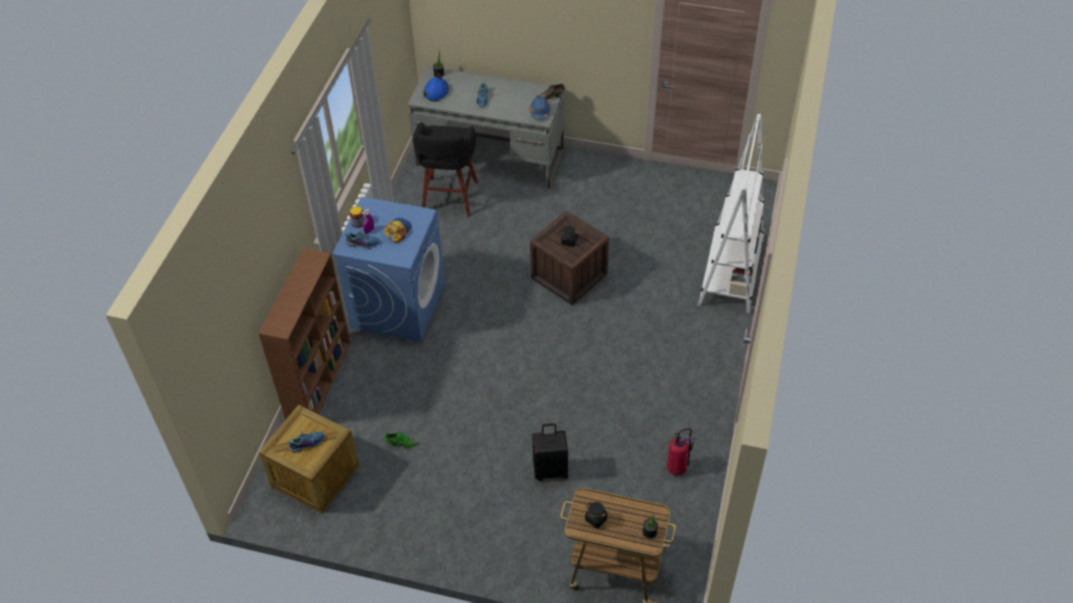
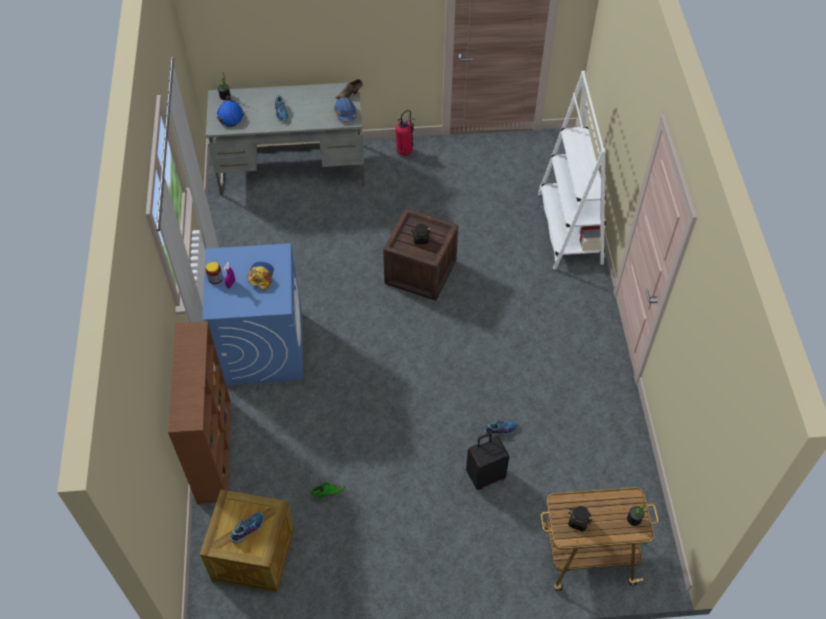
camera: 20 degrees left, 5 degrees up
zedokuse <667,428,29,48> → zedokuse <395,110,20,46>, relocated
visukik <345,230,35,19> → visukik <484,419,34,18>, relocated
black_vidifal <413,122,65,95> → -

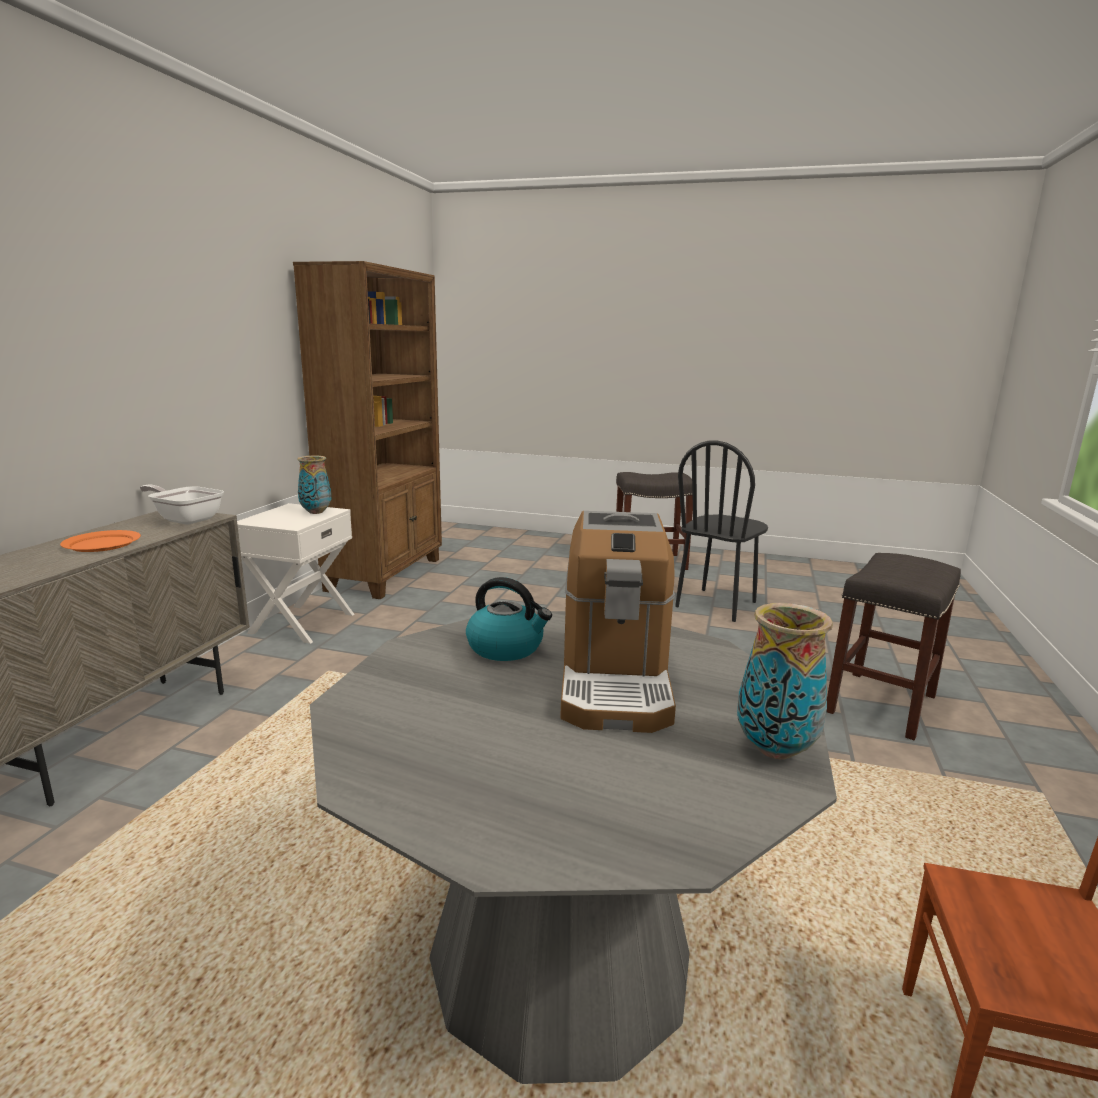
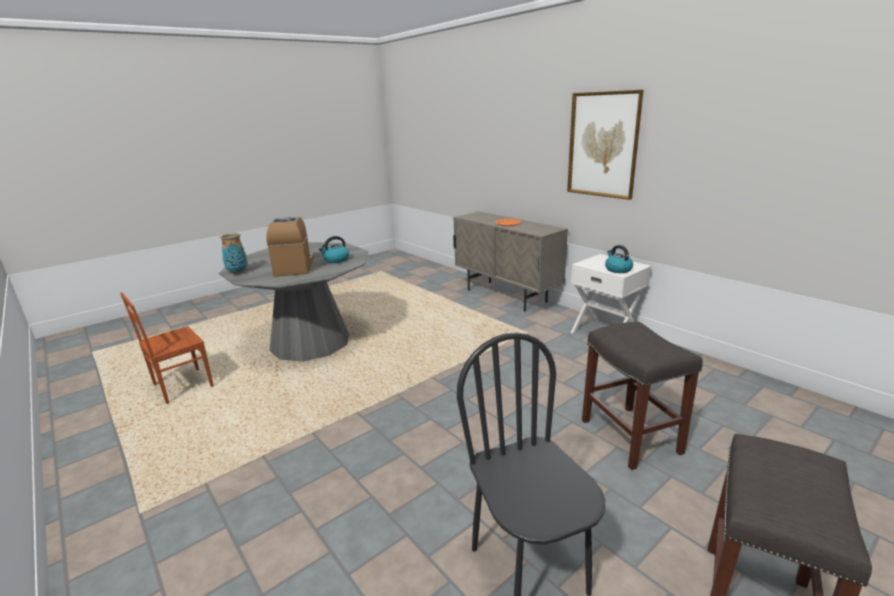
camera: 125 degrees right, 5 degrees up
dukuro <560,511,116,222> → dukuro <266,217,48,60>, 45 degrees clockwise
- → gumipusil <567,90,76,110>
grey_vidifal <826,553,135,187> → grey_vidifal <582,322,121,148>, relocated
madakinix <297,456,34,58> → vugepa <605,245,28,28>
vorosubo <140,484,84,40> → -
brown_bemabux <293,261,149,338> → -

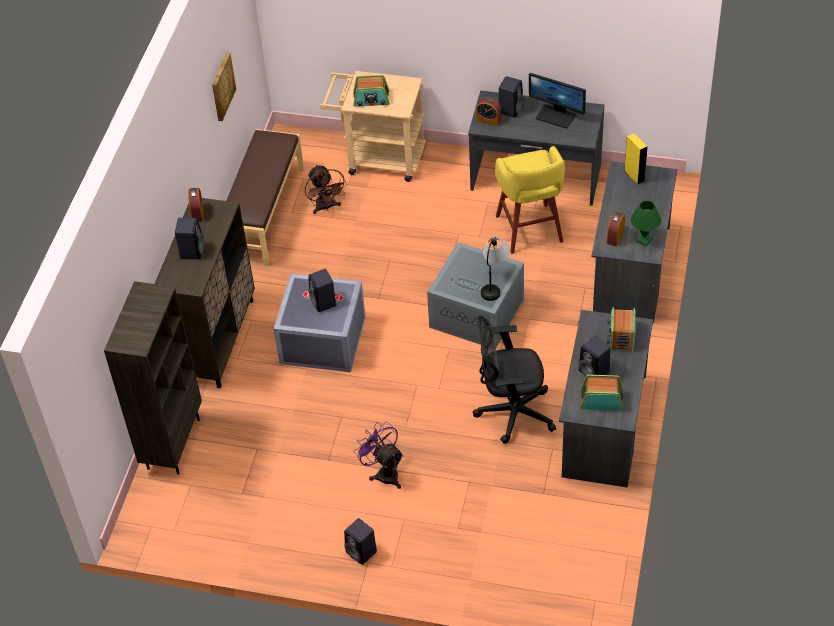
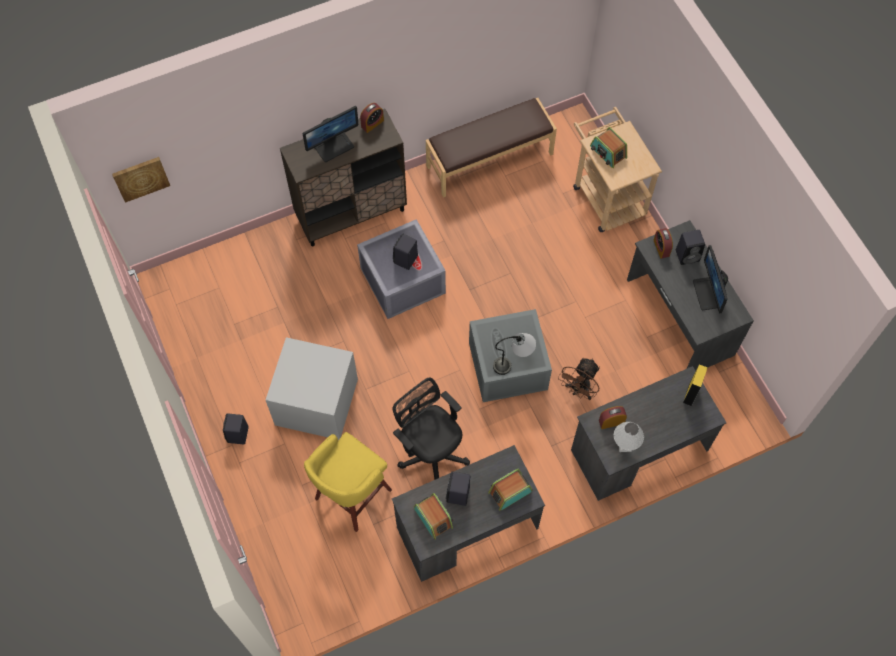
camera: 50 degrees right, 15 degrees up
gumipusil <212,52,24,69> → gumipusil <112,157,58,46>, relocated
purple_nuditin <354,422,50,67> → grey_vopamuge <266,337,92,103>
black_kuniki <175,218,29,42> → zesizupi <303,106,55,56>
yellow_vidifal <495,146,70,108> → yellow_vidifal <304,432,88,100>, relocated
brown_nuditin <305,164,42,50> → brown_nuditin <558,358,42,42>, relocated
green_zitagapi <631,201,30,46> → white_zitagapi <614,422,30,30>
brown_bemabux <104,281,98,193> → -

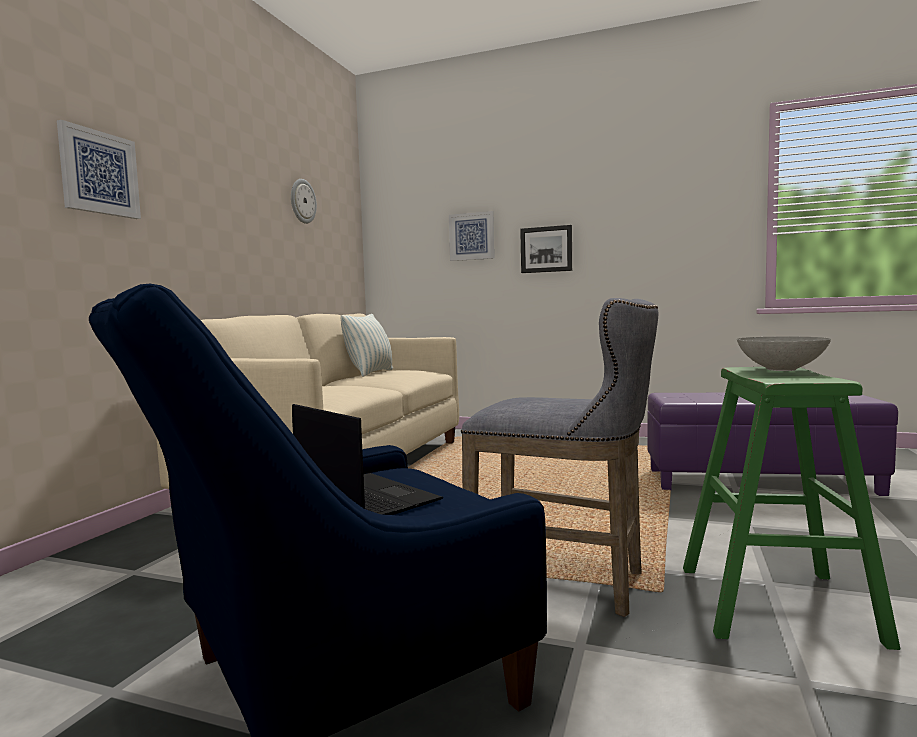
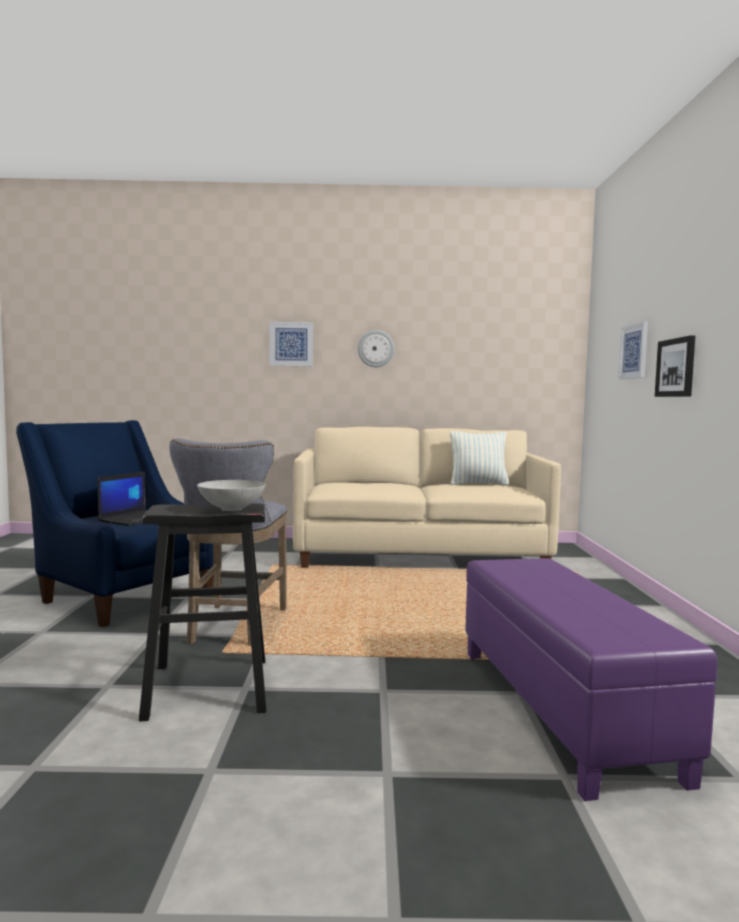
camera: 70 degrees right, 0 degrees up
green_vidifal <683,367,217,283> → black_vidifal <139,503,127,219>
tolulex <291,179,26,45> → tolulex <358,330,37,37>, relocated

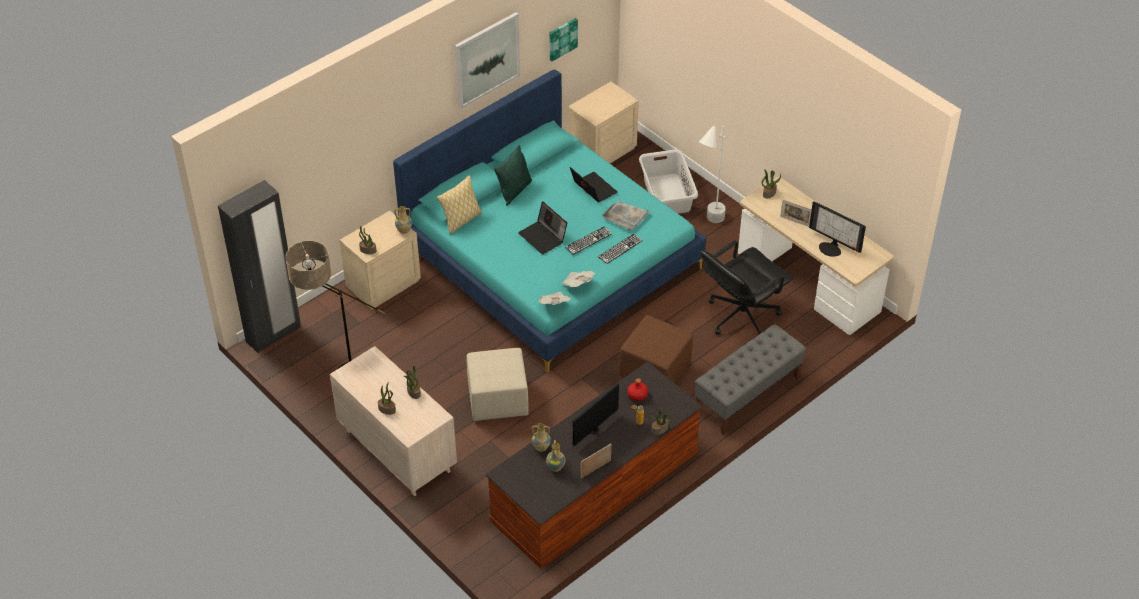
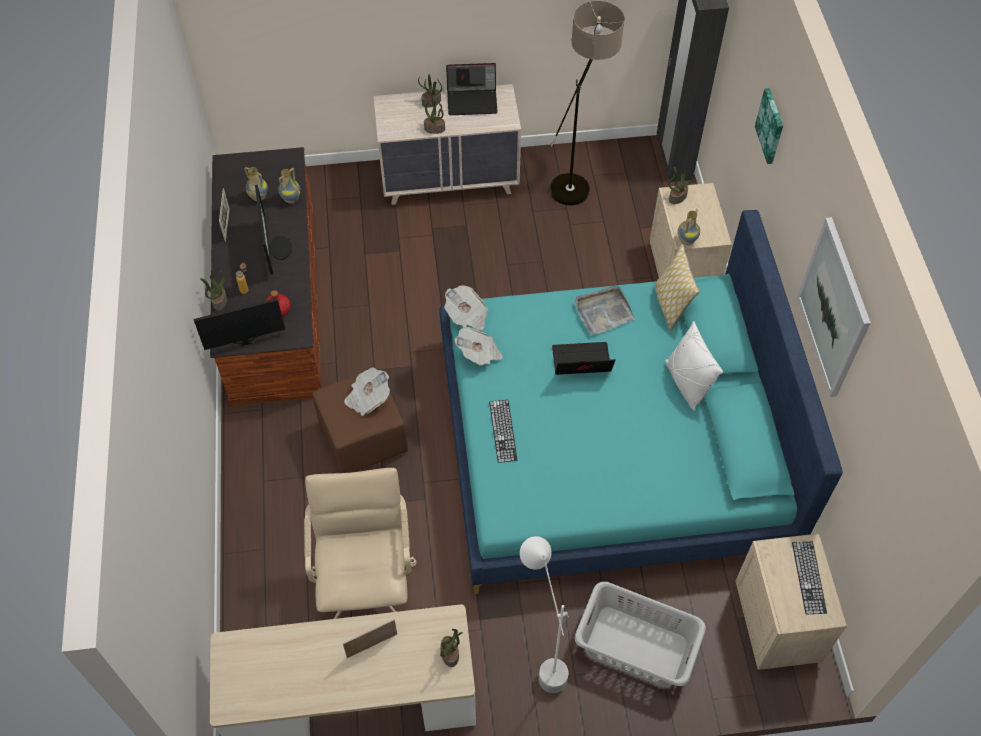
camera: 125 degrees right, 10 degrees up
zesizupi <809,201,57,56> → zesizupi <194,298,91,52>, relocated
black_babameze <701,241,92,94> → beige_babameze <304,468,113,151>
- → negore <344,367,46,49>
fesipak <570,167,47,35> → fesipak <446,63,52,52>, relocated
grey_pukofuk <602,201,48,29> → grey_pukofuk <574,286,61,49>, relocated
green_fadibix <494,145,38,61> → white_fadibix <665,322,58,89>
gumipusil <549,18,29,43> → gumipusil <755,88,28,76>, relocated
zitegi <565,227,47,28> → zitegi <792,542,35,72>, relocated
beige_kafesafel <466,348,63,73> → -
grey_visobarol <695,324,111,111> → -

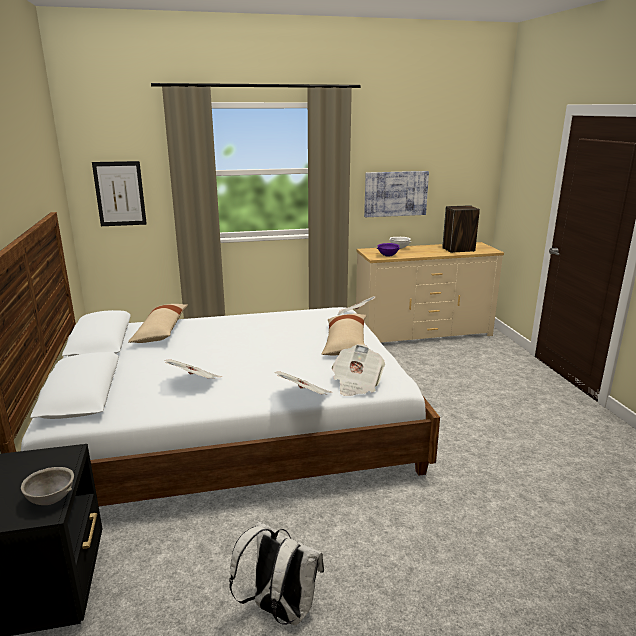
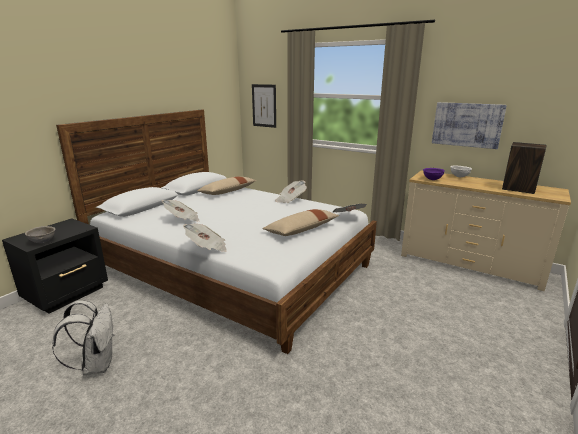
camera: 45 degrees right, 0 degrees up
negore <332,344,53,52> → negore <275,180,32,23>, relocated

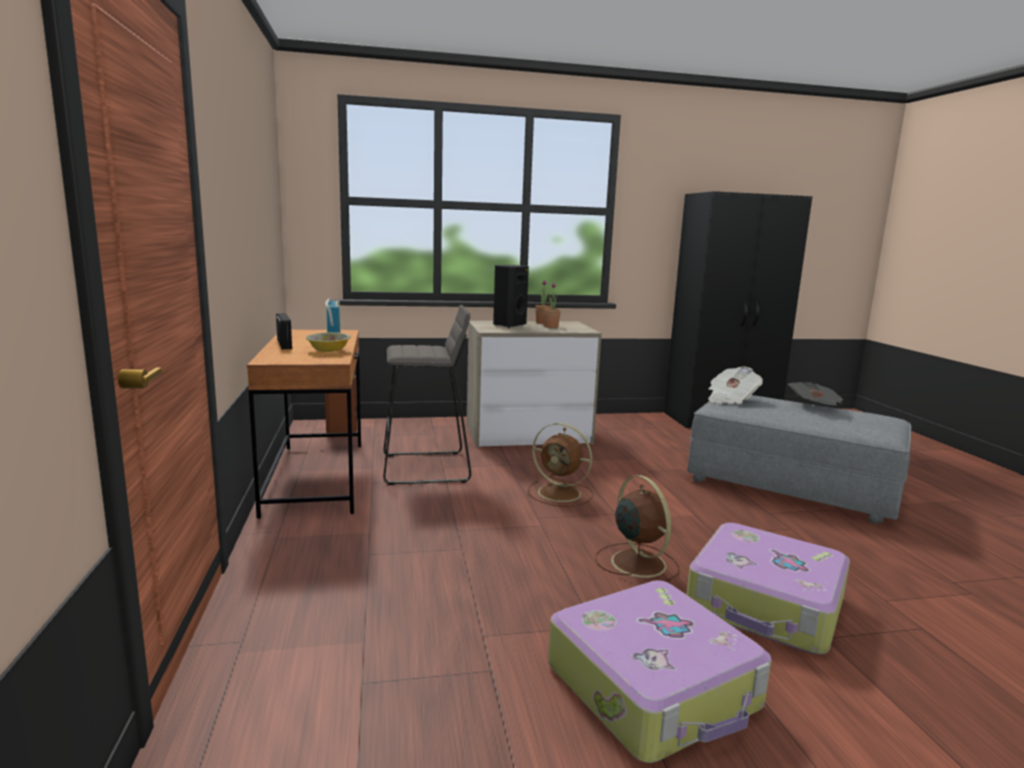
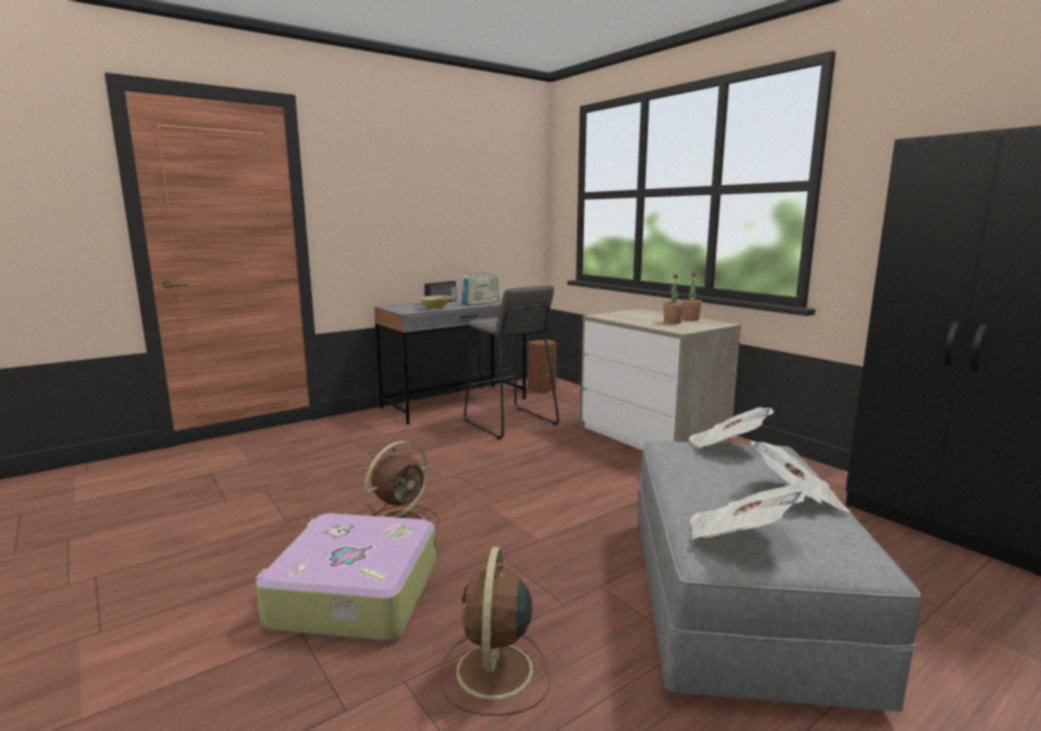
camera: 65 degrees right, 0 degrees up
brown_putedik <247,330,114,189> → grey_putedik <374,298,152,127>
brown_nuditin <528,423,65,84> → brown_nuditin <440,547,110,169>, relocated
- → negore <690,485,116,54>
black_kuniki <493,265,36,63> → -
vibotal <548,580,224,183> → -

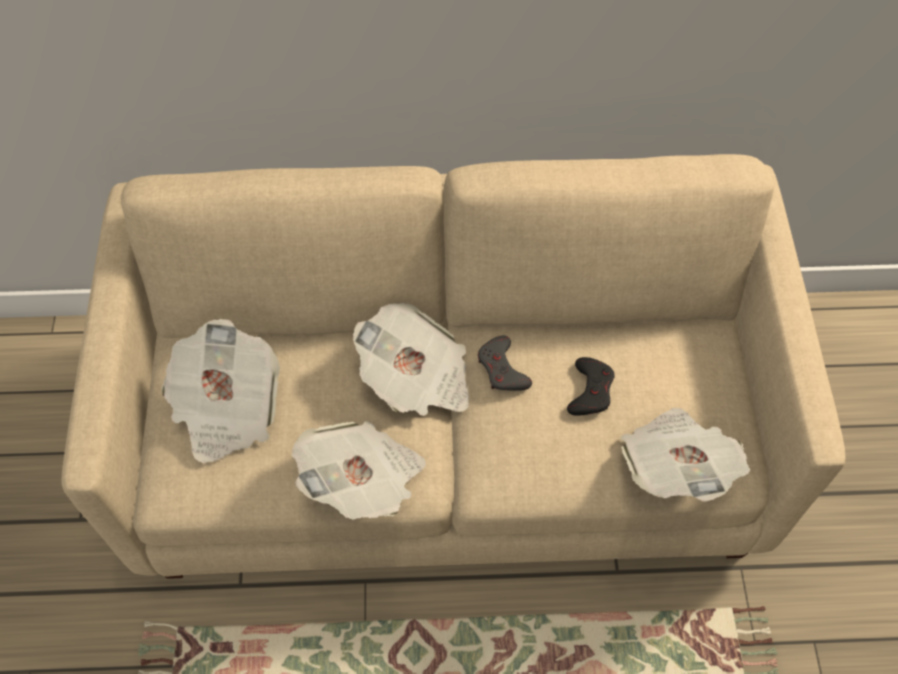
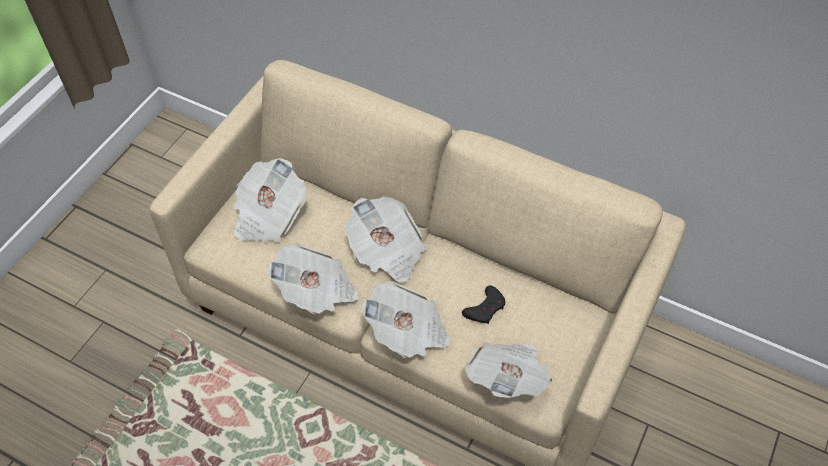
camera: 30 degrees right, 5 degrees down
- → negore <361,281,90,77>
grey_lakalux <478,336,54,55> → -

